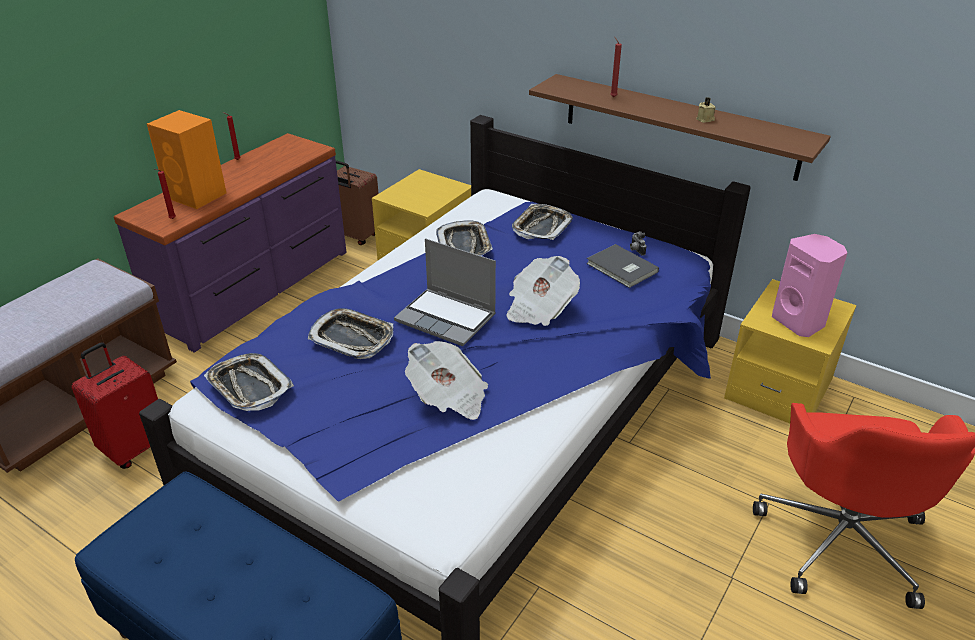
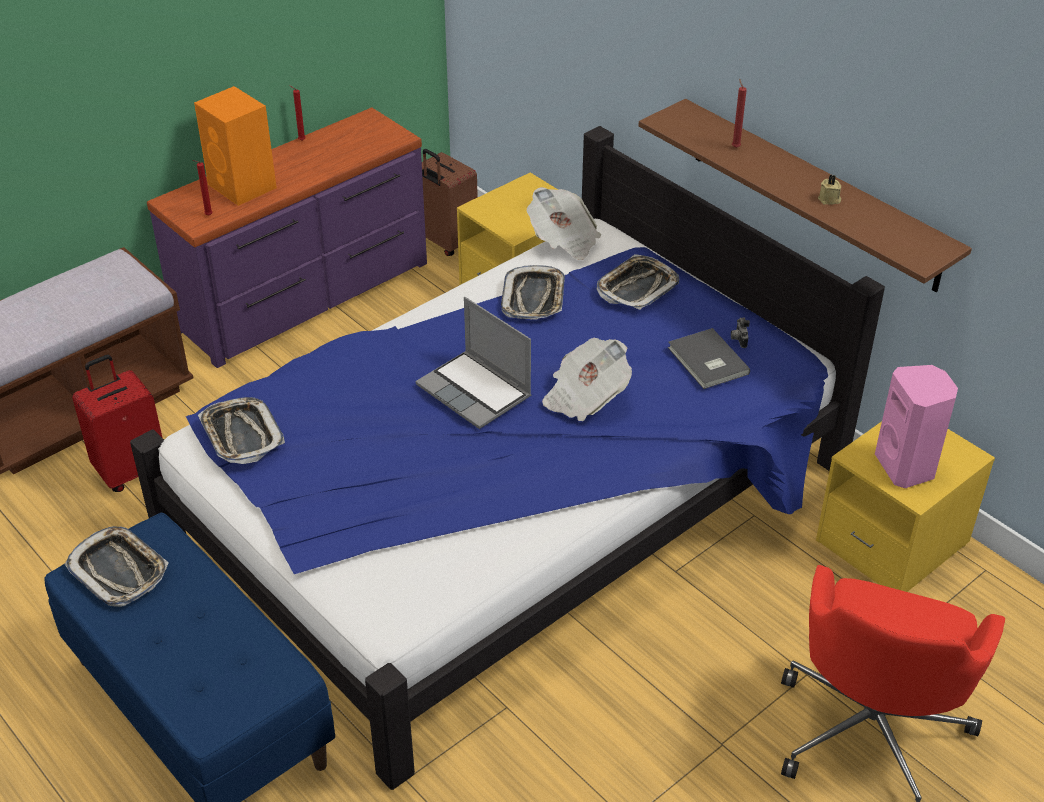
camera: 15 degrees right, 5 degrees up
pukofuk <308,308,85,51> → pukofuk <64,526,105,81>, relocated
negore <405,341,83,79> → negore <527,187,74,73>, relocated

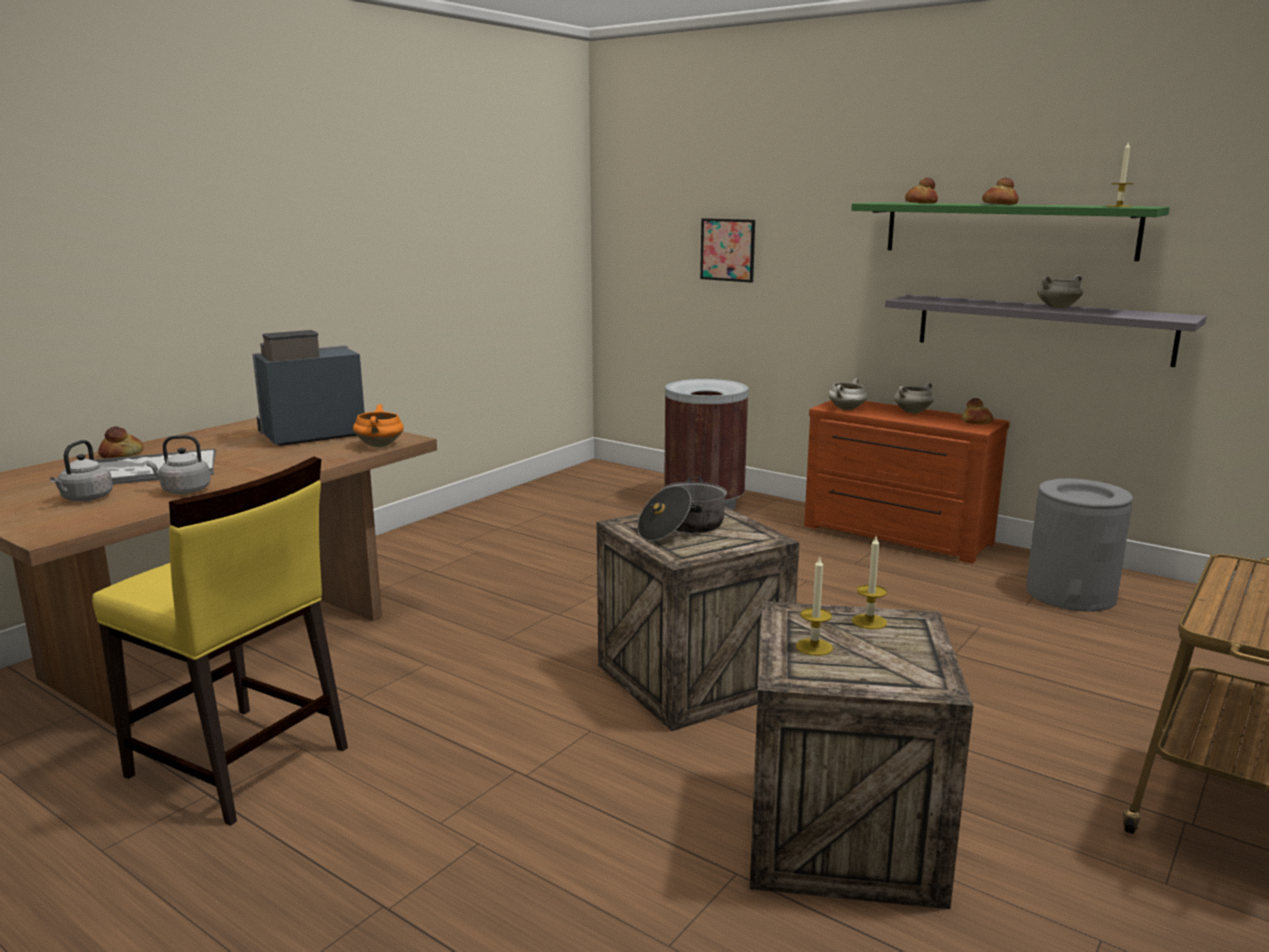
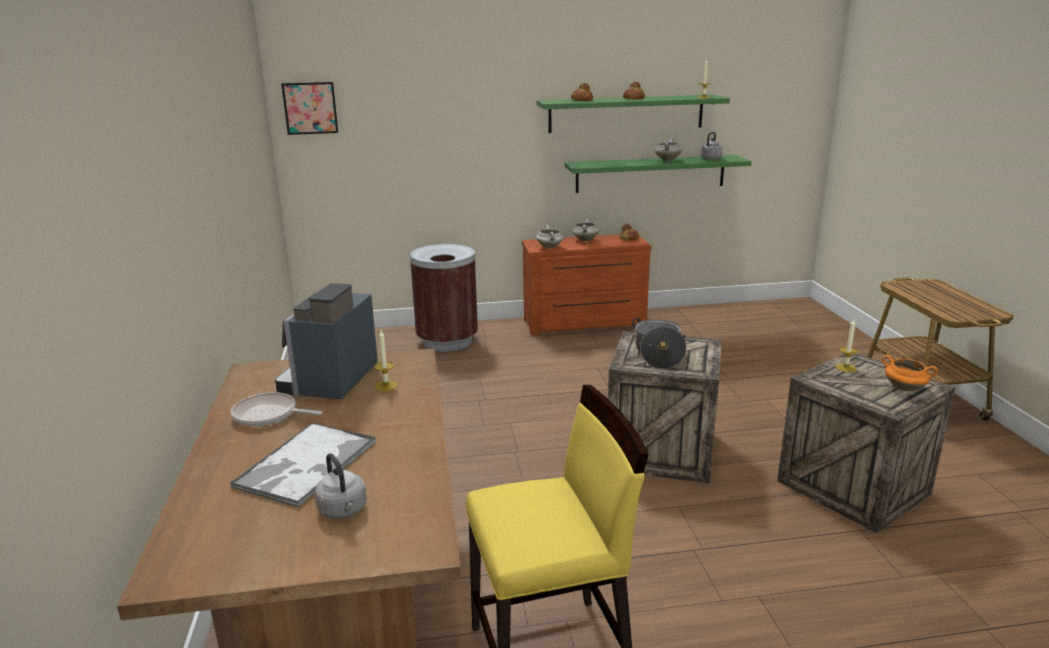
camera: 45 degrees left, 5 degrees up
- → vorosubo <231,392,91,35>
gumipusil <700,218,55,65> → gumipusil <281,82,57,53>, relocated
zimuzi <796,555,37,101> → zimuzi <374,330,24,61>, relocated
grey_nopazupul <885,295,322,72> → green_nopazupul <565,155,186,38>
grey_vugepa <146,435,65,59> → grey_vugepa <701,132,21,28>, relocated
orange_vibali <353,404,51,43> → orange_vibali <882,355,56,36>, relocated
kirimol <98,426,45,33> → -
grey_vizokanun <1026,479,107,133> → -

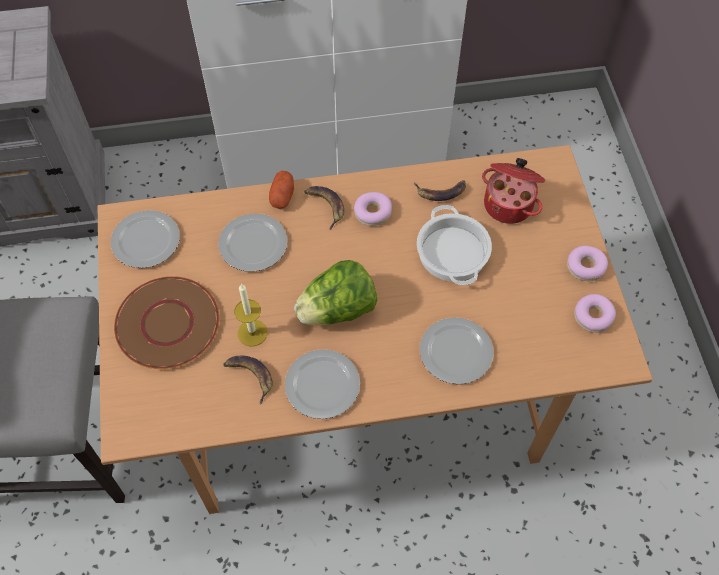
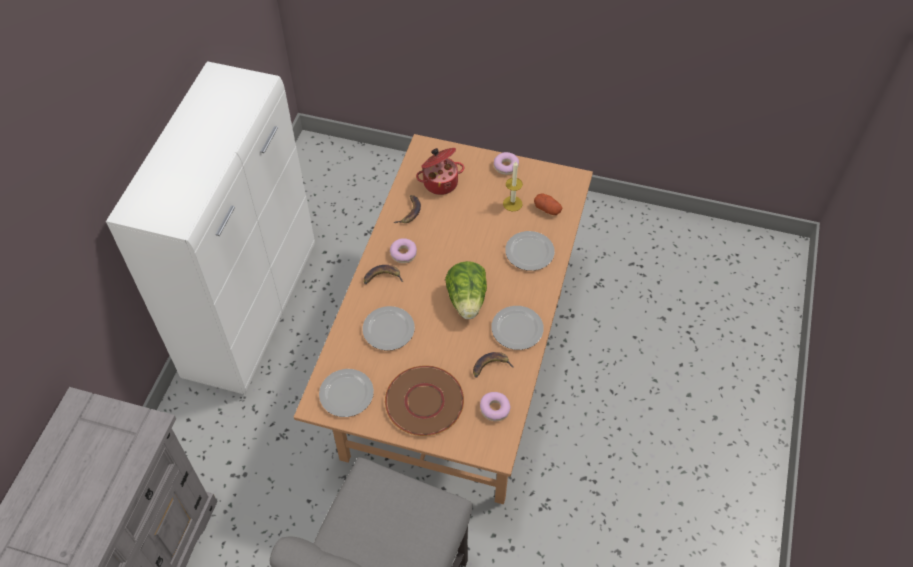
camera: 65 degrees left, 5 degrees down
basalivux <574,294,42,39> → basalivux <480,392,31,29>, relocated
zimuzi <234,284,34,63> → zimuzi <503,161,20,50>, relocated
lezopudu <269,171,25,38> → lezopudu <534,193,28,22>, relocated
vibali <417,205,75,80> → -

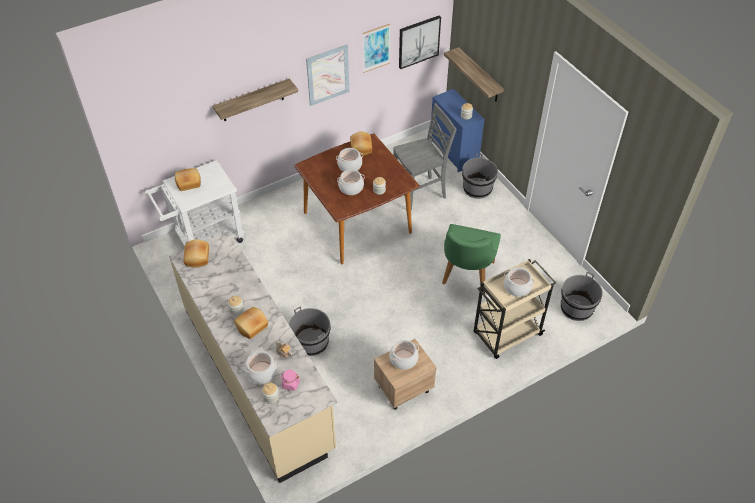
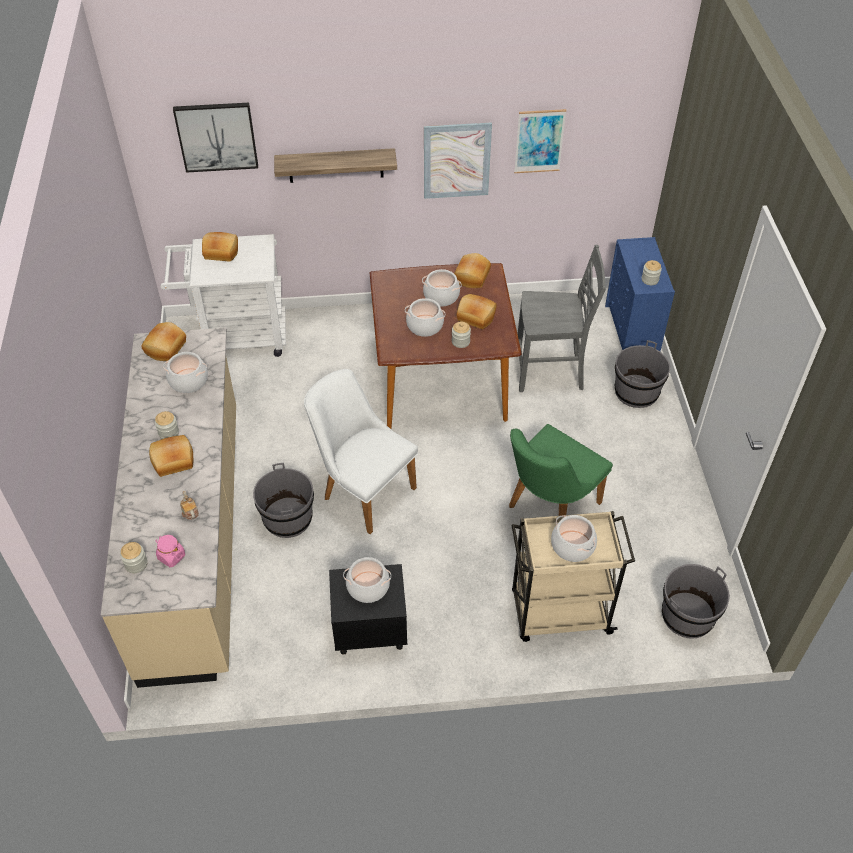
camera: 25 degrees right, 0 degrees up
vibali <243,351,34,33> → vibali <163,352,45,41>, relocated
gumipusil <399,15,42,54> → gumipusil <173,103,85,70>, relocated
- → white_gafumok <304,369,114,165>
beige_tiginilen <374,339,62,71> → black_tiginilen <329,564,78,91>
- → kirimol <456,294,41,35>
nopazupul <444,47,60,55> → -

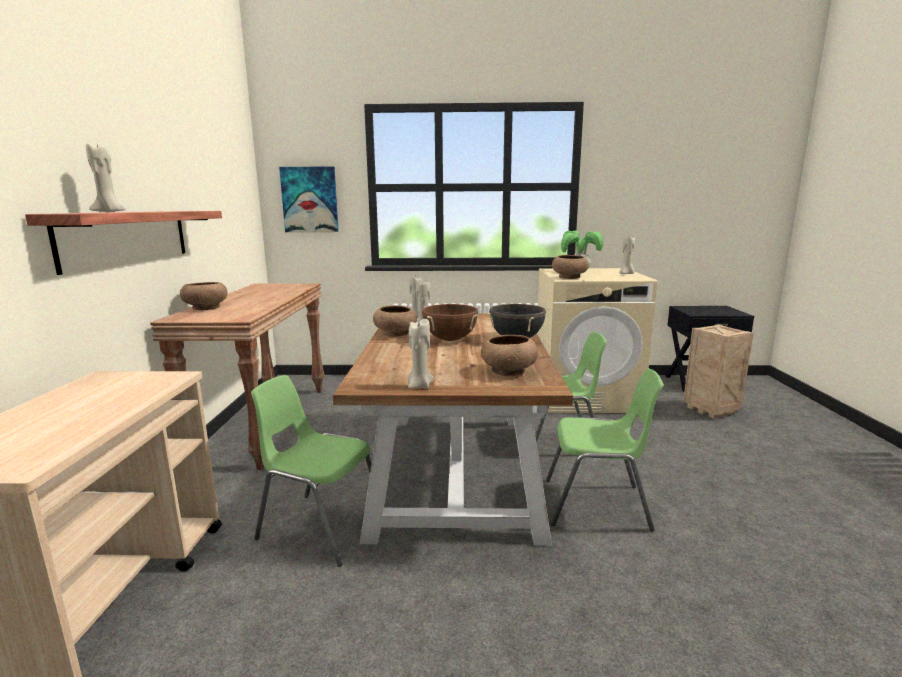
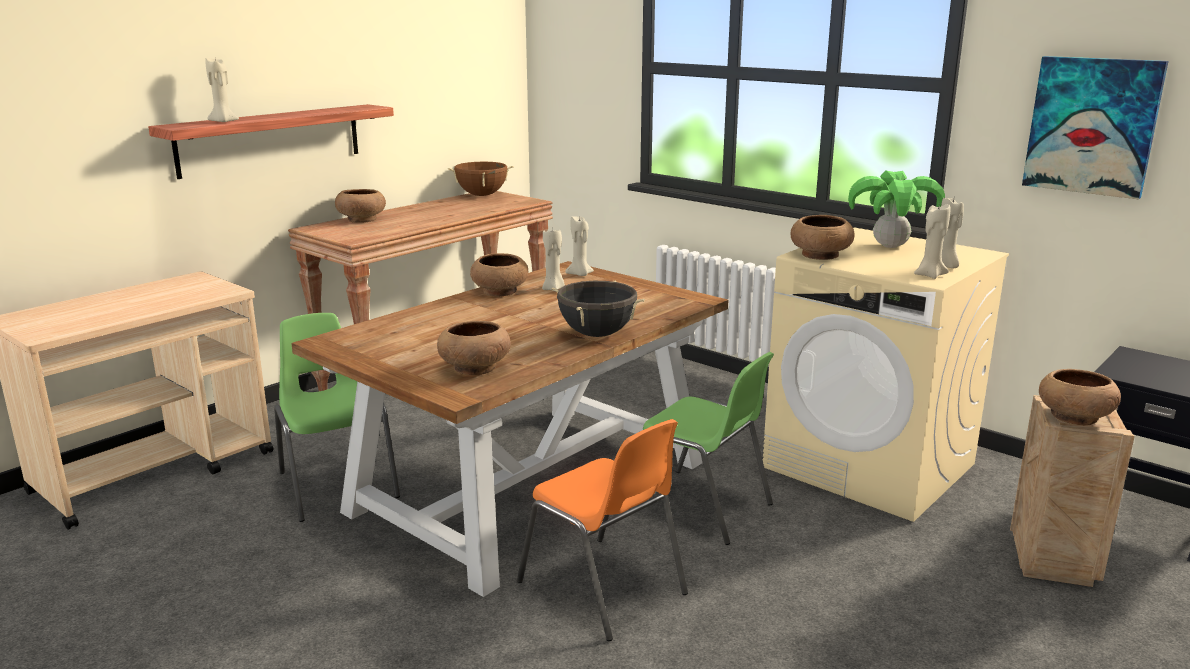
camera: 40 degrees right, 5 degrees up
brown_vibali <422,304,57,37> → brown_vibali <448,162,66,34>, relocated
green_gafumok <546,368,117,163> → orange_gafumok <517,419,171,222>
beige_zimuzi <408,319,26,70> → beige_zimuzi <914,204,36,75>, relocated
gumipusil <279,166,60,66> → gumipusil <1022,56,147,143>, relocated
- → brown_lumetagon <1039,369,82,57>

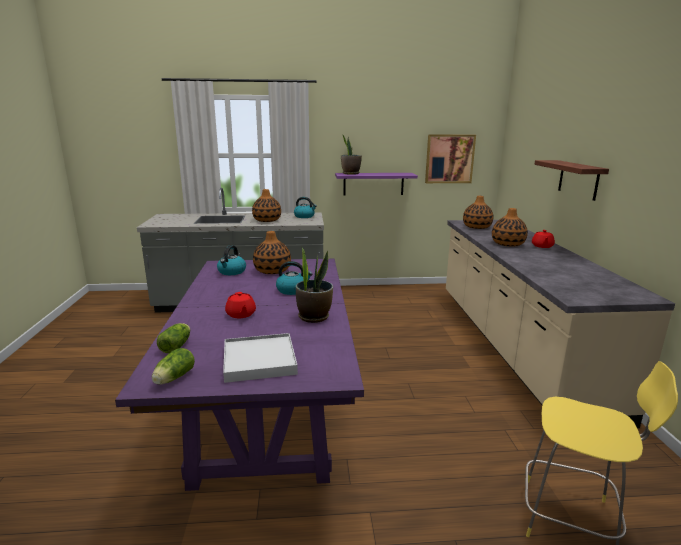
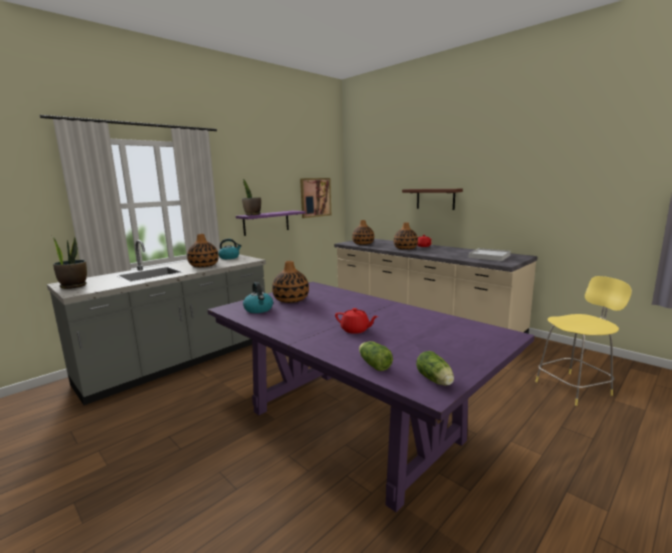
camera: 40 degrees left, 5 degrees down
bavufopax <296,248,37,75> → bavufopax <52,236,35,53>, relocated
white_pukofuk <223,333,75,50> → white_pukofuk <468,248,43,13>, relocated
vugepa <276,261,36,34> → -

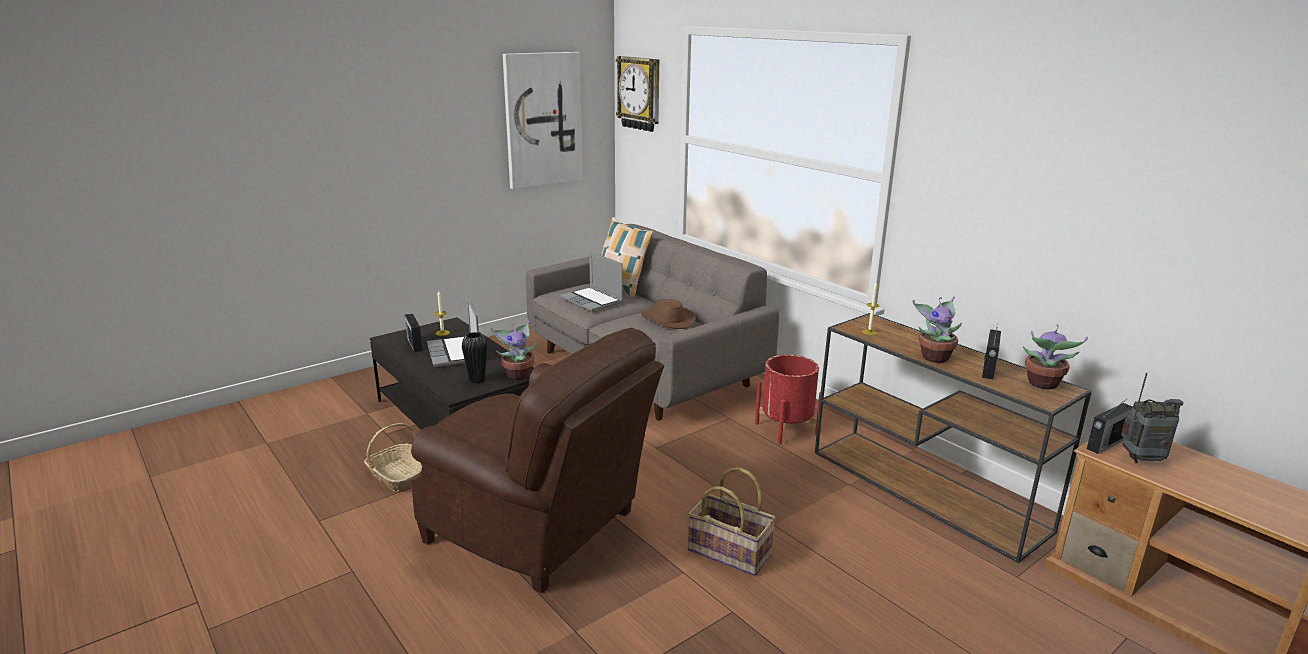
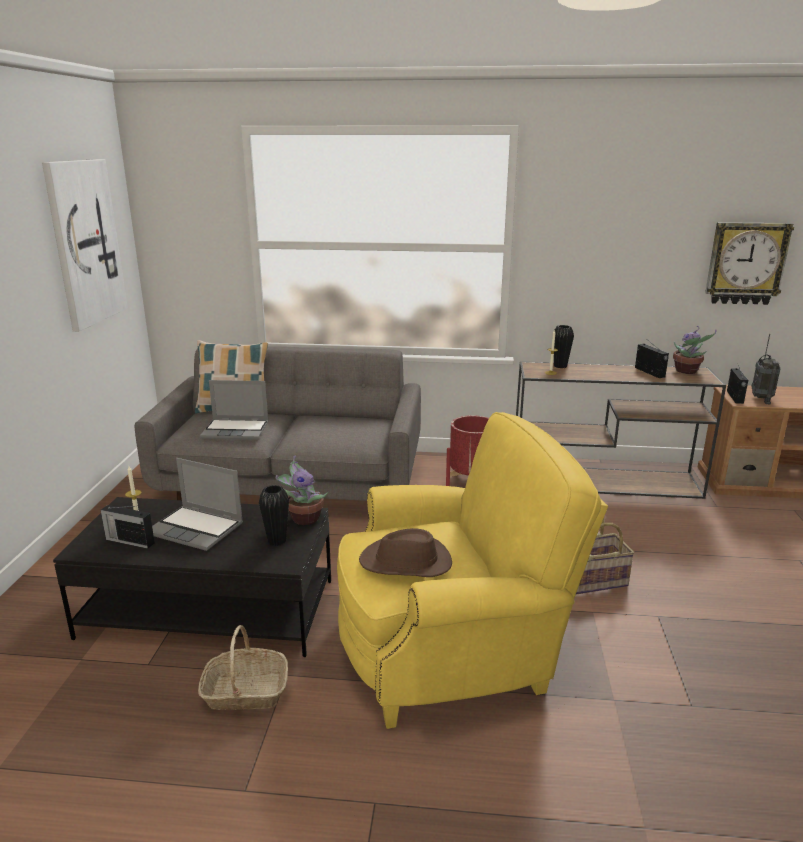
camera: 45 degrees left, 0 degrees up
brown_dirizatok <411,328,253,265> → yellow_dirizatok <337,412,271,317>
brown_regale <641,299,55,30> → brown_regale <359,528,93,49>, relocated
- → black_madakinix <554,325,20,43>
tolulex <616,56,43,76> → tolulex <705,222,89,83>, relocated
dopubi <1121,373,63,90> → dopubi <751,334,30,70>, 150 degrees clockwise
bavufopax <913,297,49,66> → -

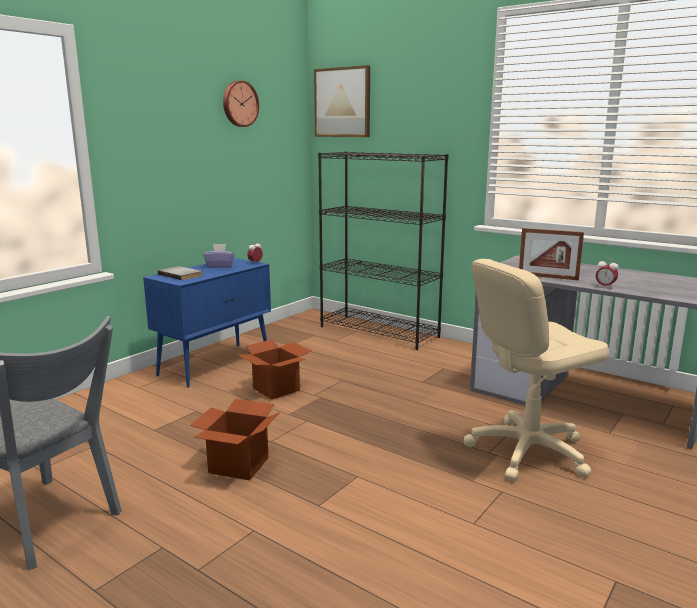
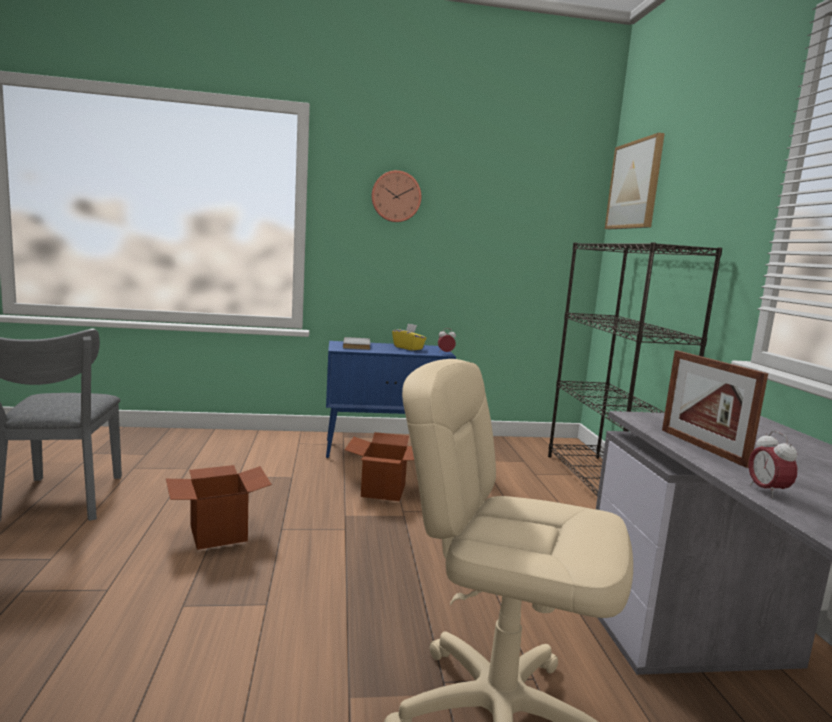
camera: 45 degrees right, 5 degrees down
tolulex <223,81,36,46> → tolulex <371,170,50,52>, relocated
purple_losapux <203,244,32,24> → yellow_losapux <392,323,35,28>

